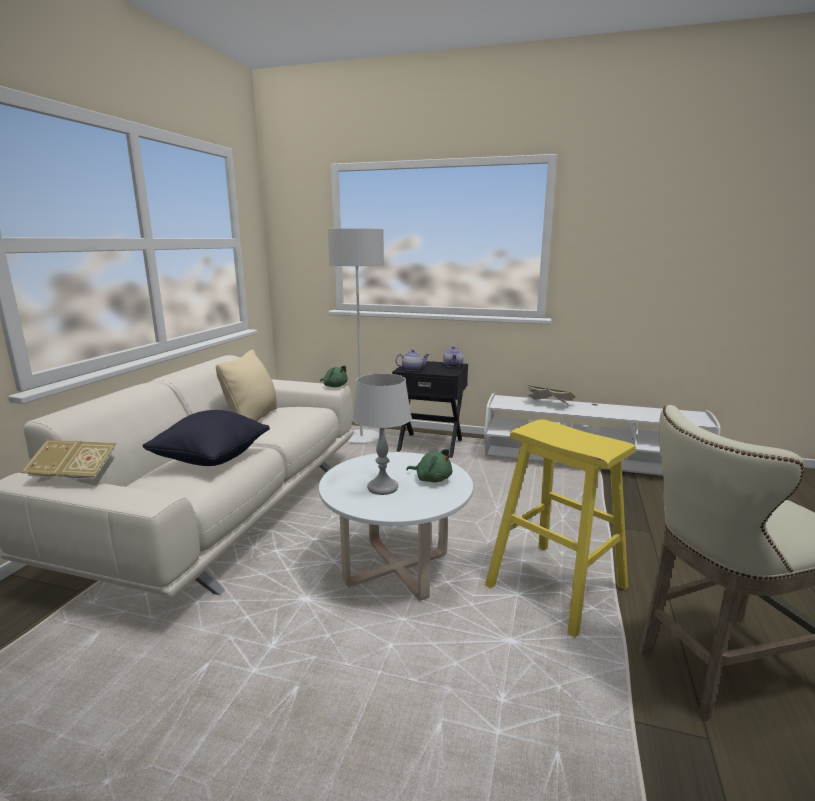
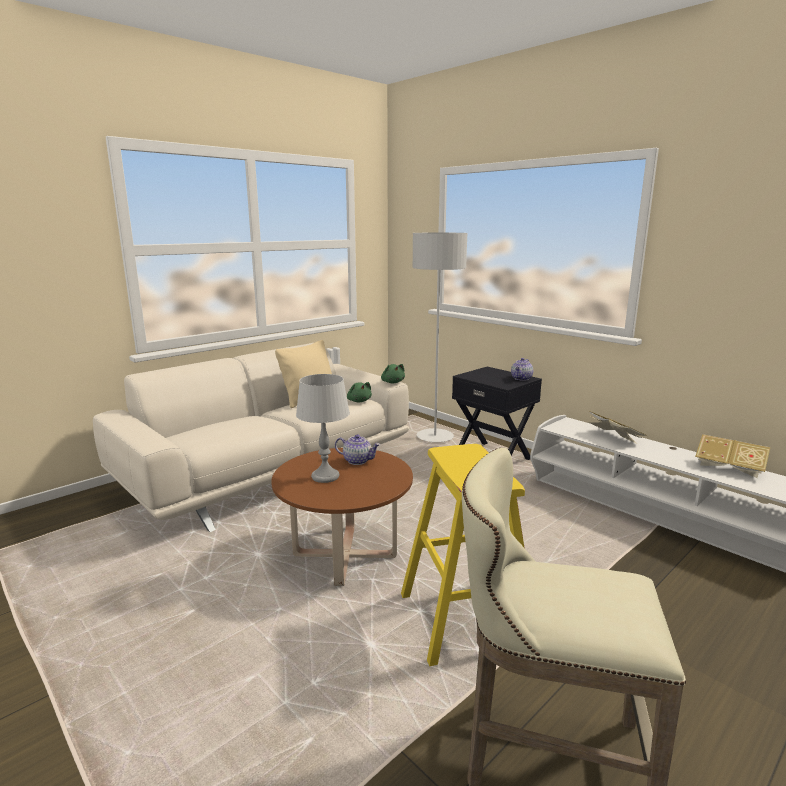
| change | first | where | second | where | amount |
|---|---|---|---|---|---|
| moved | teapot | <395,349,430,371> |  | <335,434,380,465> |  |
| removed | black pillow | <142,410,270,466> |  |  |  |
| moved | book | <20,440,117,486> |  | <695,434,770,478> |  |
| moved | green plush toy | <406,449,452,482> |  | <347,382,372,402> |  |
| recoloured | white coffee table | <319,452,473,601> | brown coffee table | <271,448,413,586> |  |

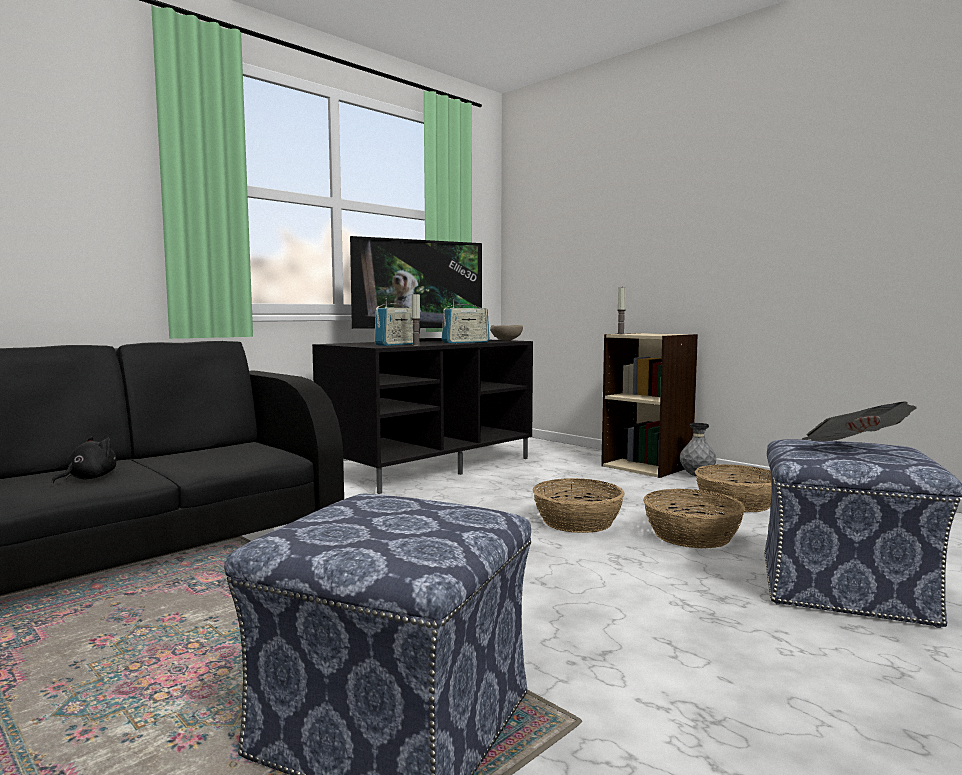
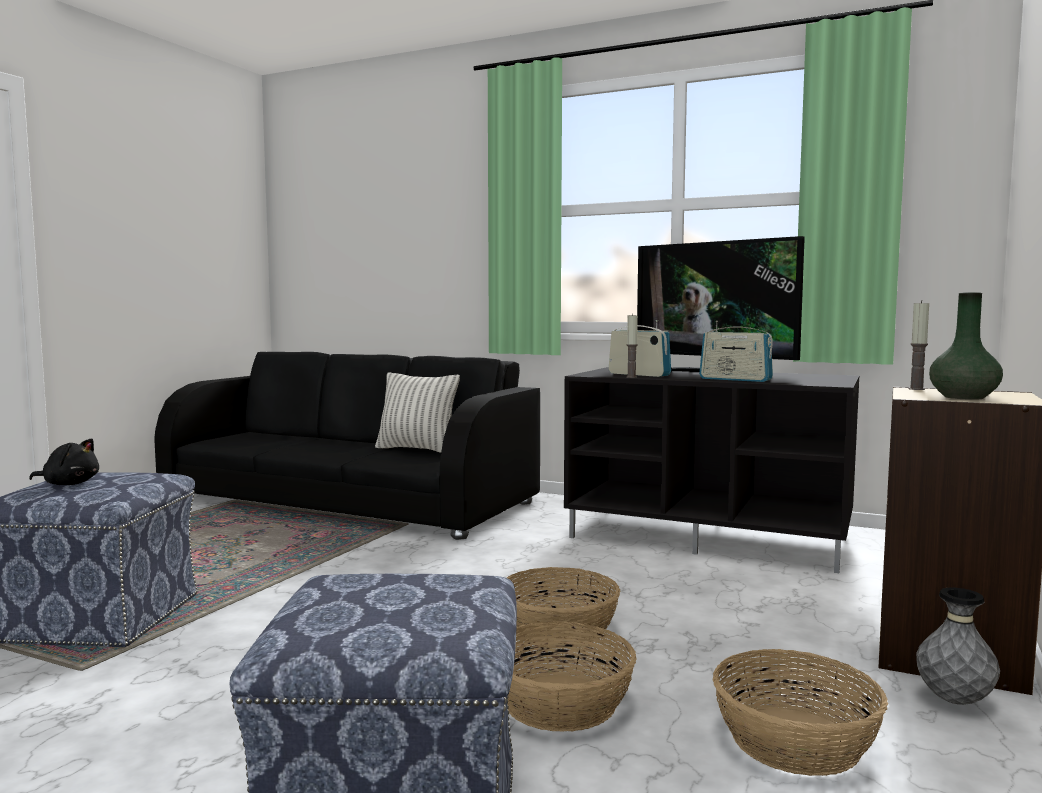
| change | first | where | second | where | amount |
|---|---|---|---|---|---|
| turned | radio | <375,299,413,346> |  | <609,320,671,377> | 150 degrees counterclockwise |
| removed | beige bowl | <490,325,523,341> |  |  |  |
| removed | newspaper | <802,401,917,441> |  |  |  |
| moved | black plush toy | <52,436,117,483> |  | <29,439,99,485> |  |
| added |  |  | green vase | <929,293,1003,400> |  |
| added |  |  | pillow | <375,372,460,453> |  |

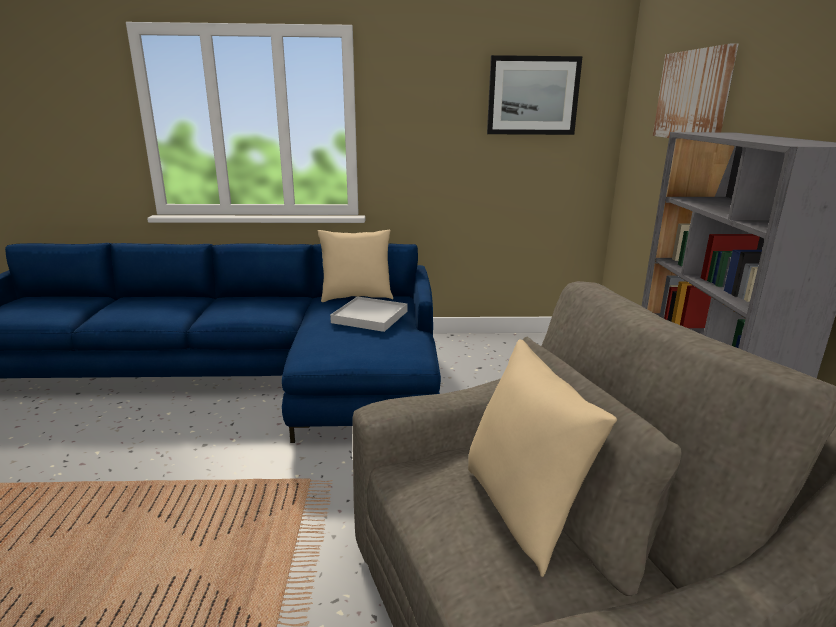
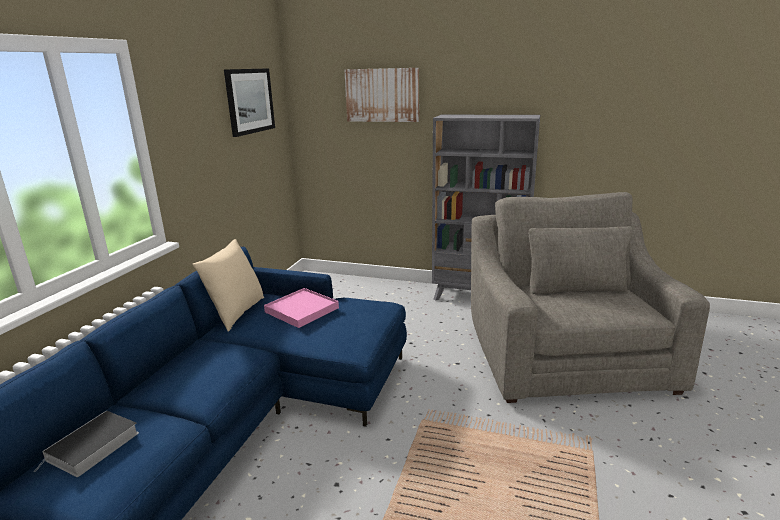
| change | first | where | second | where | amount |
|---|---|---|---|---|---|
| recoloured | white tray | <330,296,407,332> | pink tray | <264,288,339,328> |  |
| removed | beige pillow | <468,339,617,577> |  |  |  |
| added |  |  | book | <34,410,139,477> |  |

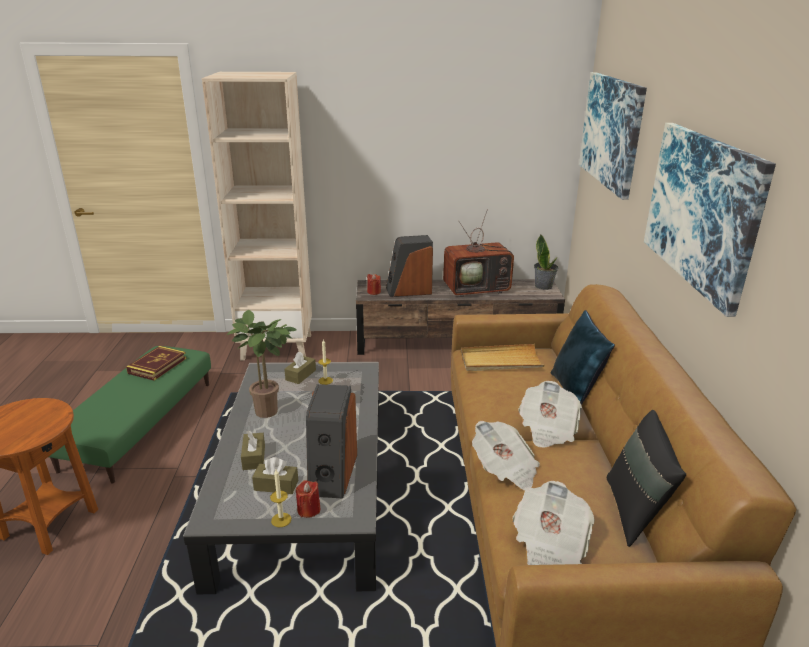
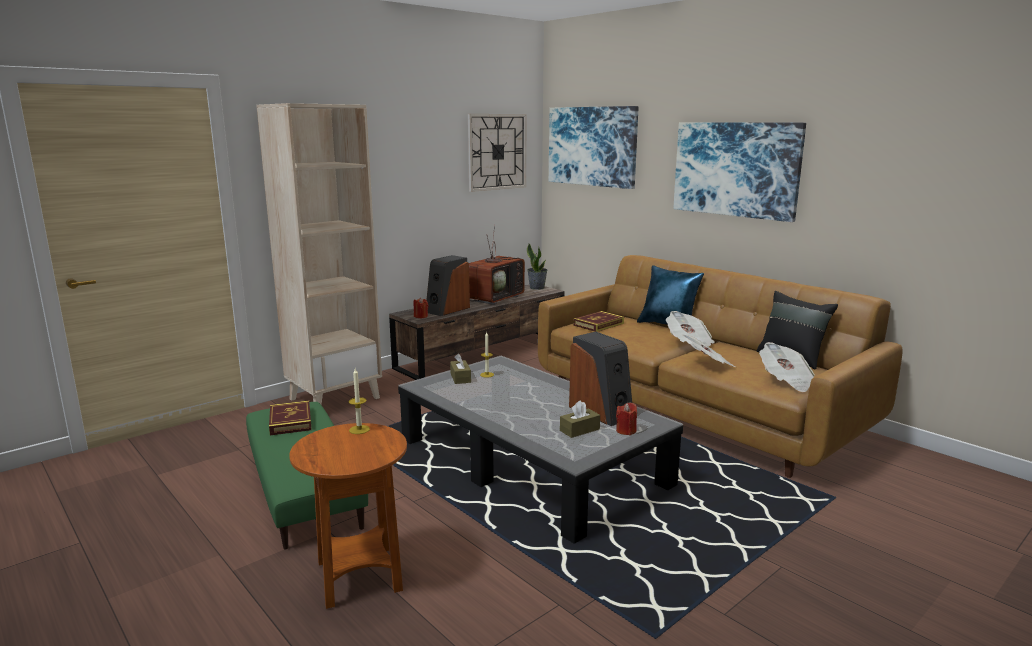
| change | first | where | second | where | amount |
|---|---|---|---|---|---|
| removed | potted plant | <227,310,297,418> |  |  |  |
| replaced | beige tray | <461,344,545,371> | book | <573,311,624,332> |  |
| removed | brown tissue box | <241,431,265,470> |  |  |  |
| moved | candle | <270,469,291,527> |  | <348,368,370,434> |  |
| added |  |  | wall clock | <468,114,526,192> |  |

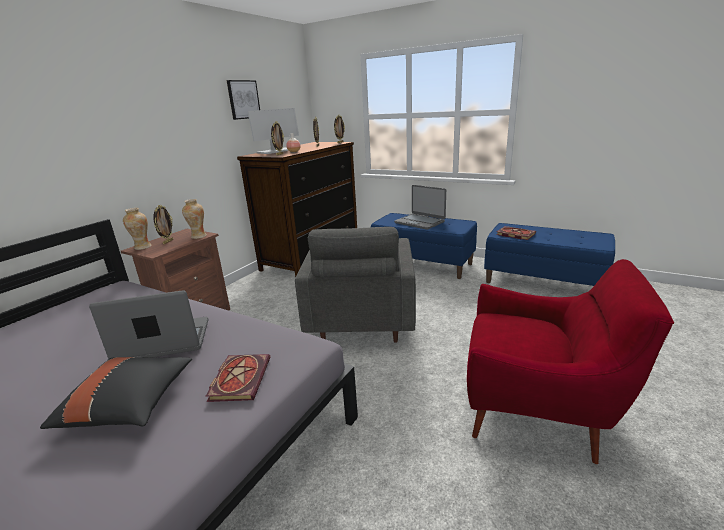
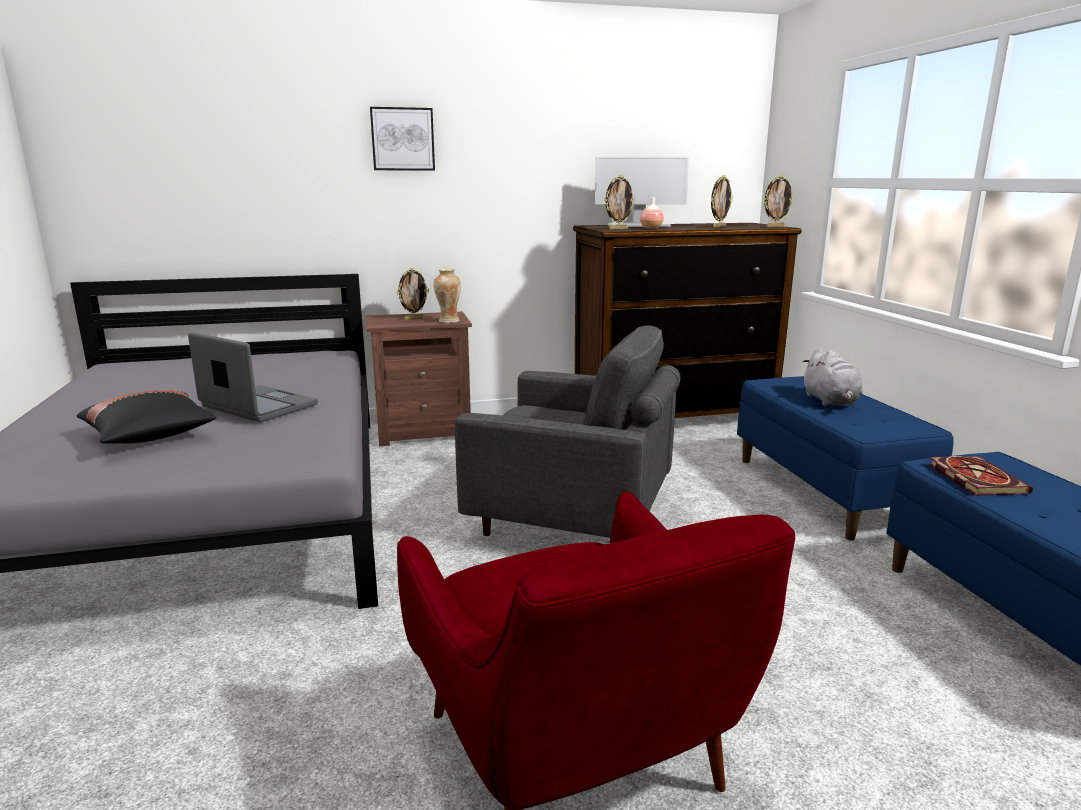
| change | first | where | second | where | amount |
|---|---|---|---|---|---|
| moved | picture | <227,80,260,120> |  | <370,107,435,170> |  |
| replaced | laptop | <394,185,446,230> | grey plush toy | <802,348,862,406> |  |
| removed | vase | <123,208,151,250> |  |  |  |
| turned | grey armchair | <295,227,416,343> |  | <455,326,680,538> | 120 degrees counterclockwise |
| removed | book | <205,354,270,402> |  |  |  |

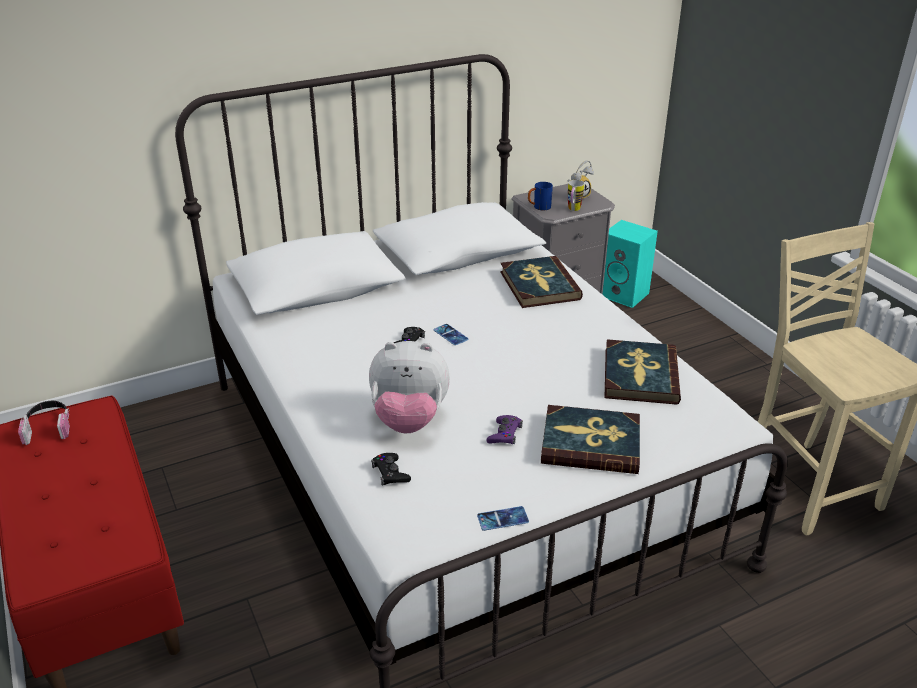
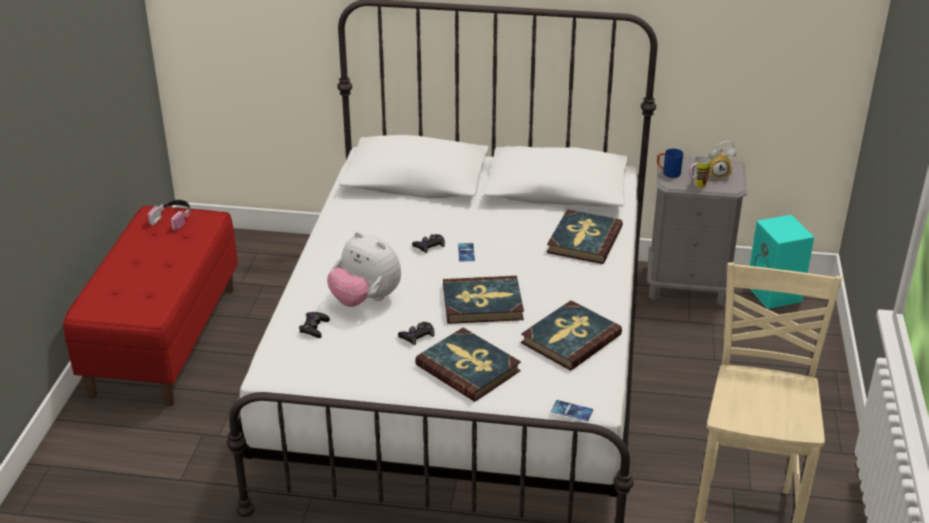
| change | first | where | second | where | amount |
|---|---|---|---|---|---|
| recoloured | purple game controller | <487,415,523,445> | black game controller | <398,322,435,345> |  |
| moved | phone | <477,506,529,531> |  | <551,400,594,421> |  |
| added |  |  | book | <443,276,524,324> |  |

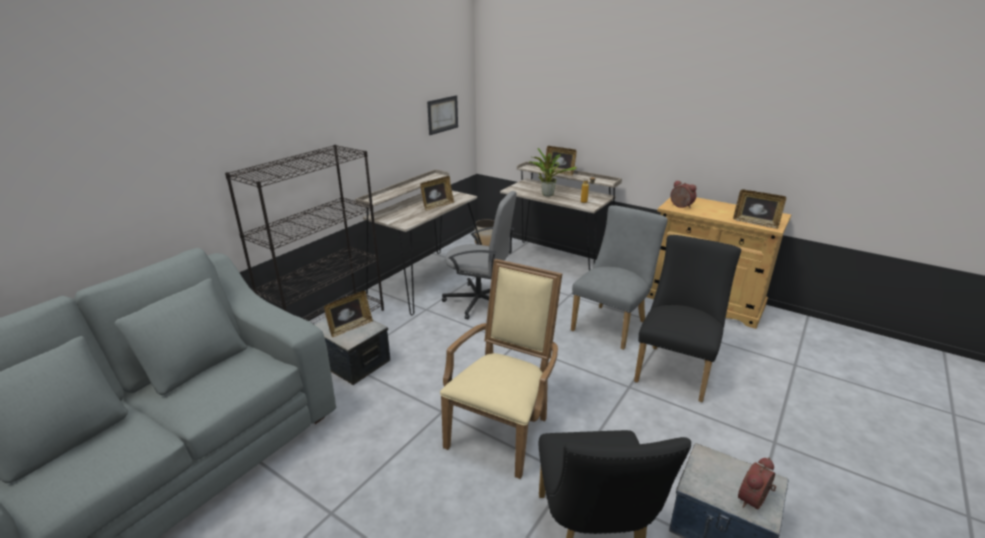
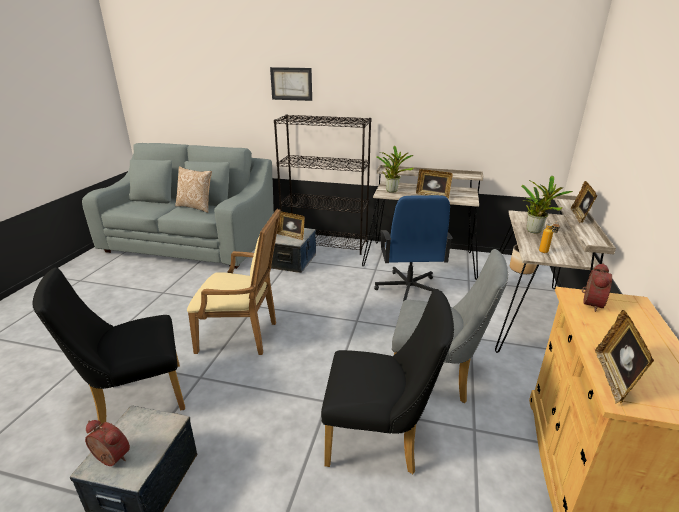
| change | first | where | second | where | amount |
|---|---|---|---|---|---|
| moved | picture | <427,95,458,135> |  | <270,67,312,101> |  |
| recoloured | grey office chair | <442,191,516,320> | blue office chair | <374,195,453,301> |  |
| added |  |  | potted plant | <376,146,414,193> |  |
| added |  |  | pillow | <175,166,212,213> |  |

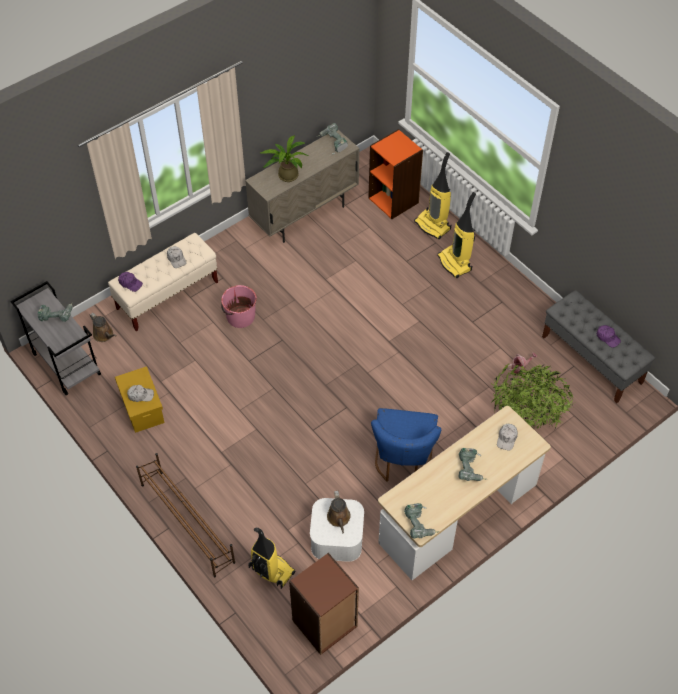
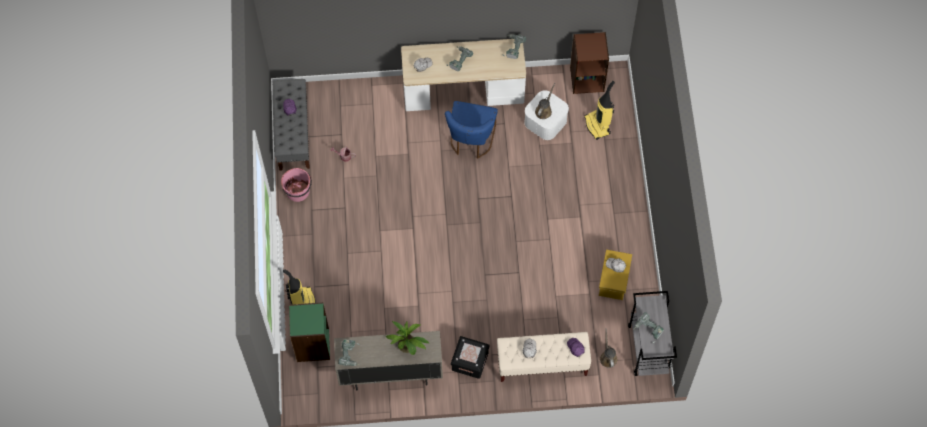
| change | first | where | second | where | amount |
|---|---|---|---|---|---|
| recoloured | orange bookcase | <368,129,423,219> | green bookcase | <289,302,330,362> |  |
| removed | vacuum cleaner | <438,192,476,278> |  |  |  |
| moved | pink bucket | <221,285,257,328> |  | <281,168,312,202> |  |
| removed | potted plant | <491,364,574,428> |  |  |  |
| turned | blue chair | <371,408,441,482> |  | <445,101,498,159> | 150 degrees clockwise |
| removed | brown shoe rack | <136,453,235,577> |  |  |  |
| added |  |  | black storage box | <451,336,490,379> |  |

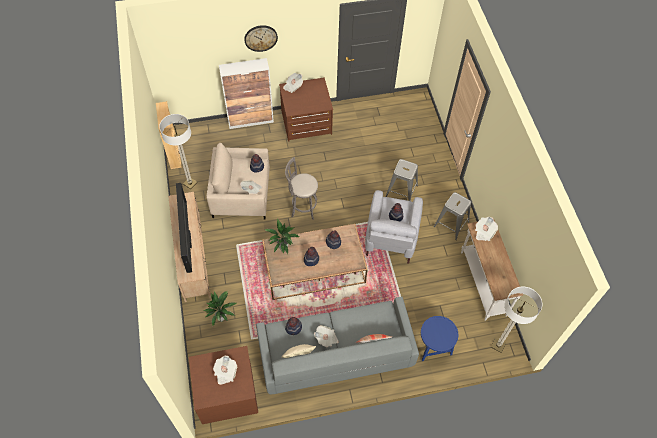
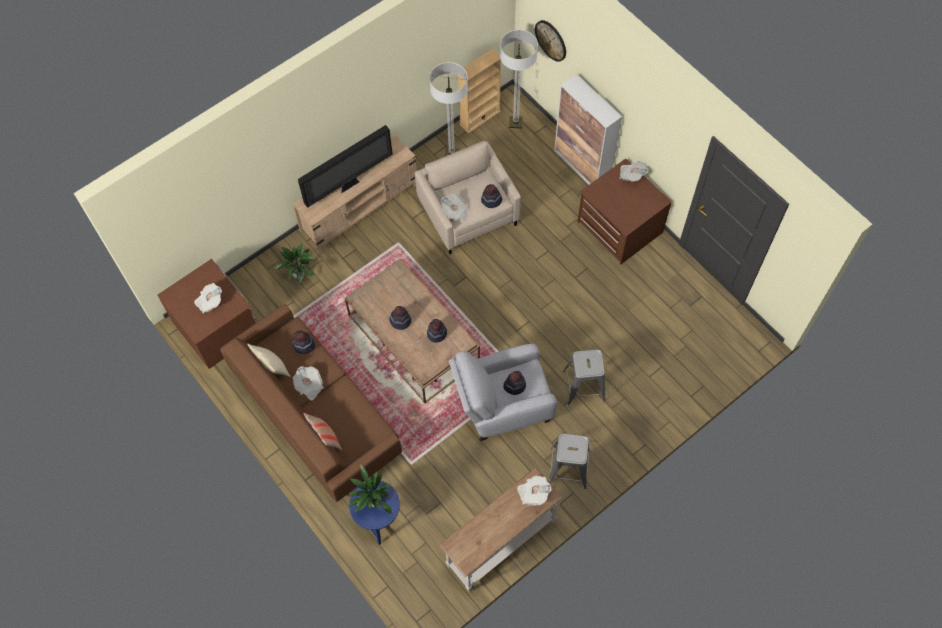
| change | first | where | second | where | amount |
|---|---|---|---|---|---|
| moved | wall clock | <244,25,278,52> |  | <535,20,566,62> |  |
| removed | grey stool | <285,157,318,220> |  |  |  |
| moved | potted plant | <265,219,299,254> |  | <348,465,393,514> |  |
| moved | floor lamp | <491,287,542,353> |  | <500,30,538,128> |  |
| recoloured | grey sofa | <256,296,419,394> | brown sofa | <220,304,402,502> |  |

